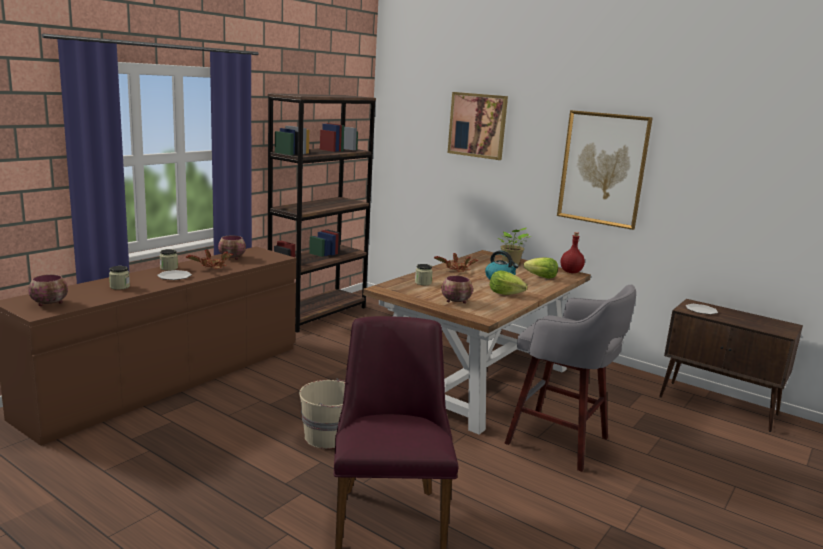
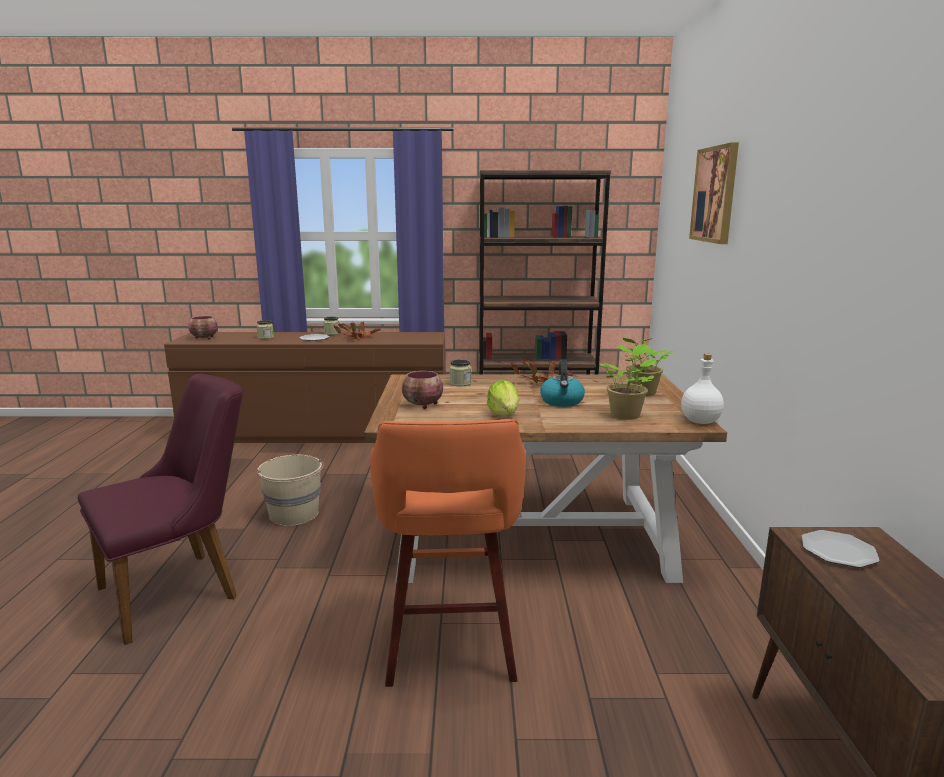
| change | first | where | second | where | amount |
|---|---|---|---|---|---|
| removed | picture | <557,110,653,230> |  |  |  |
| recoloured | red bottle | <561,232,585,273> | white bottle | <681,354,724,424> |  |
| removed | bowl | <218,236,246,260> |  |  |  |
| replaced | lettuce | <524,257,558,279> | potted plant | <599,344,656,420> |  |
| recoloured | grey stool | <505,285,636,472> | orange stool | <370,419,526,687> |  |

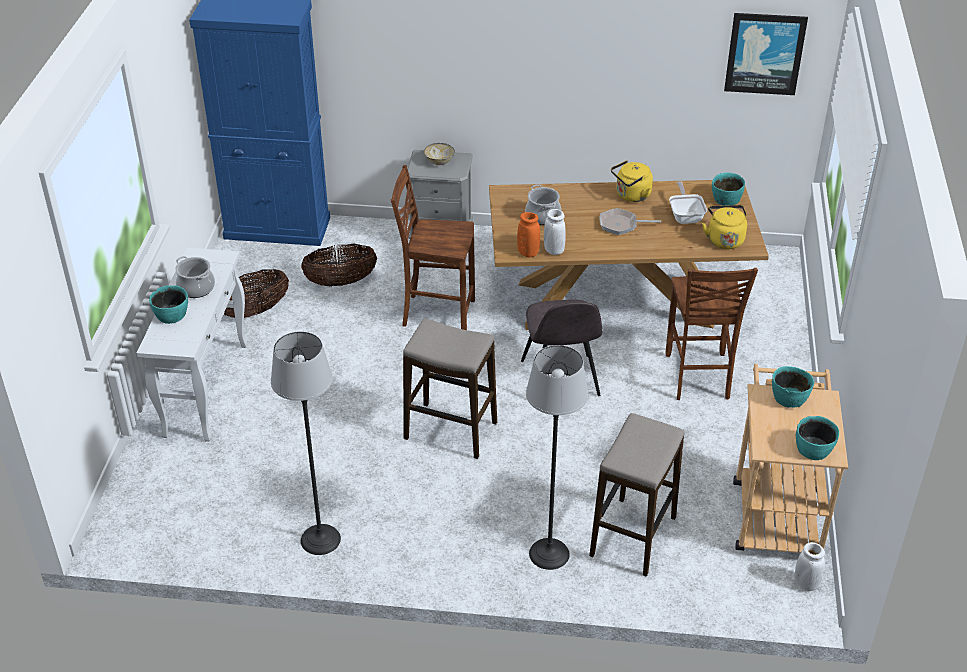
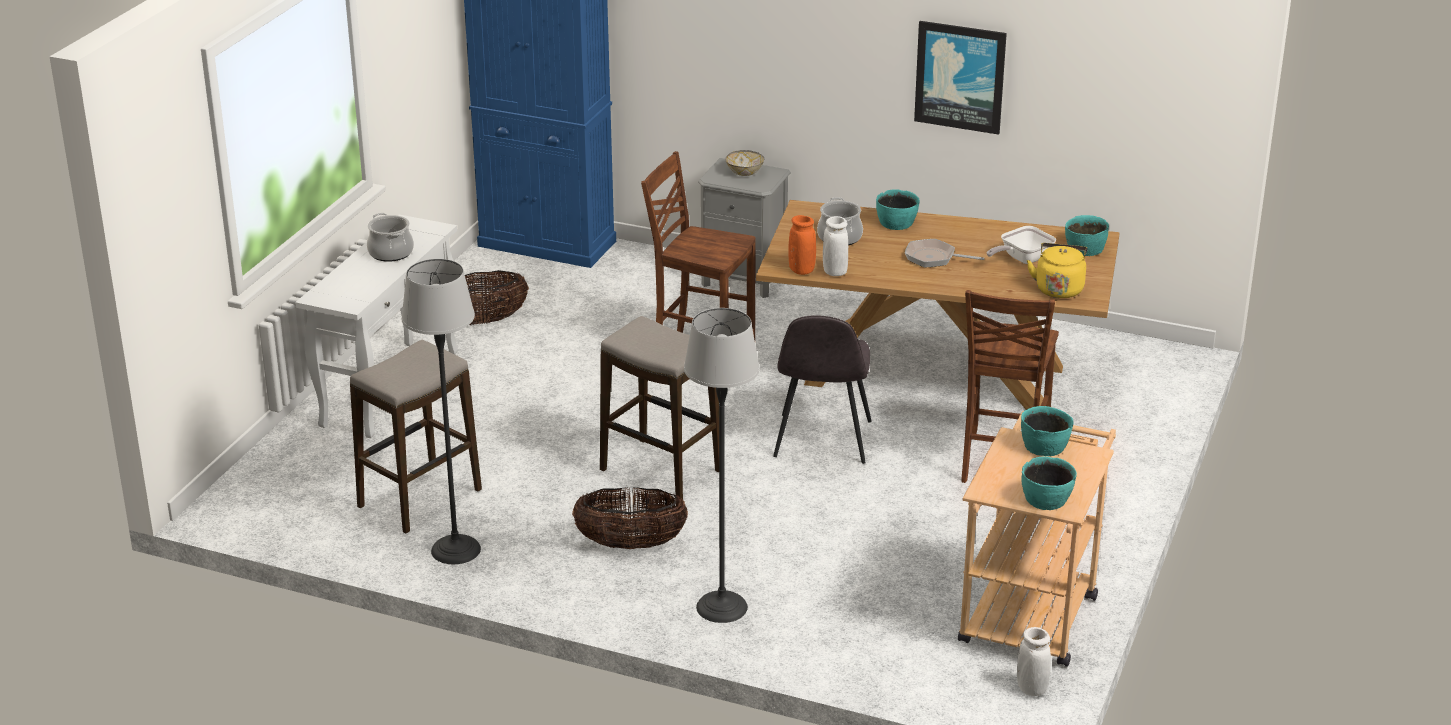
| change | first | where | second | where | amount |
|---|---|---|---|---|---|
| moved | picture | <724,13,808,95> |  | <914,21,1007,135> |  |
| removed | yellow kettle | <611,160,653,202> |  |  |  |
| turned | frying pan | <669,181,707,224> |  | <987,226,1056,264> | 135 degrees counterclockwise |
| moved | basket | <301,244,377,286> |  | <572,487,688,549> |  |
| moved | turquoise bowl | <149,285,188,324> |  | <876,189,920,230> |  |
| moved | stool | <589,413,685,577> |  | <350,340,482,533> |  |

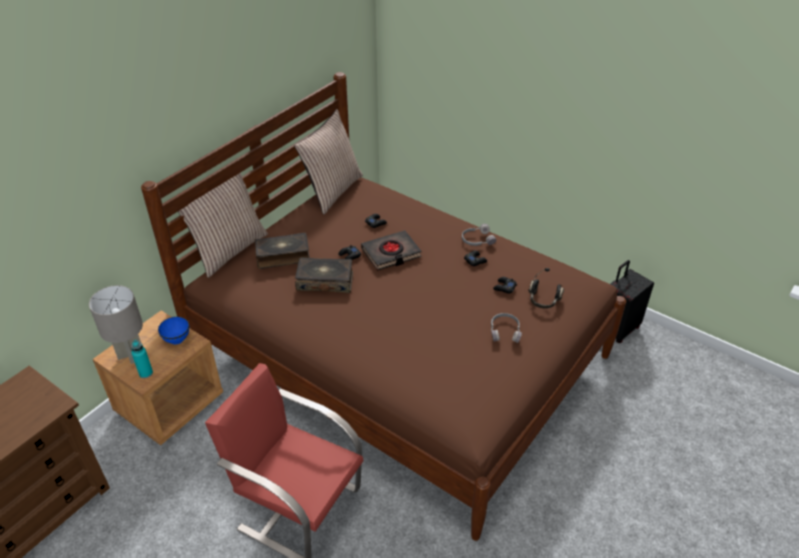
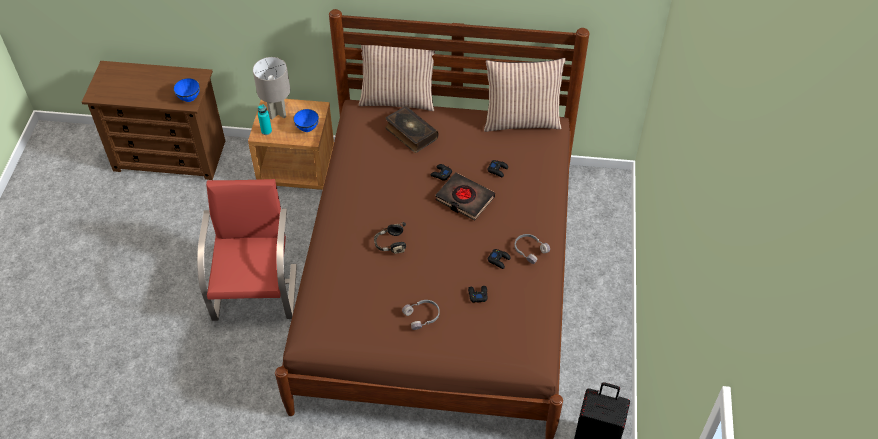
| change | first | where | second | where | amount |
|---|---|---|---|---|---|
| removed | book | <295,258,353,293> |  |  |  |
| moved | black headphones | <528,268,564,309> |  | <374,222,406,254> |  |
| added |  |  | blue bowl | <173,78,200,102> |  |

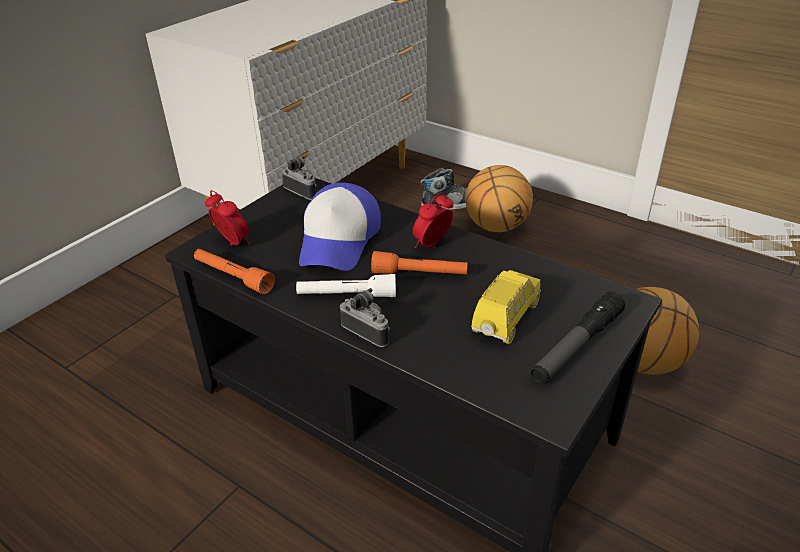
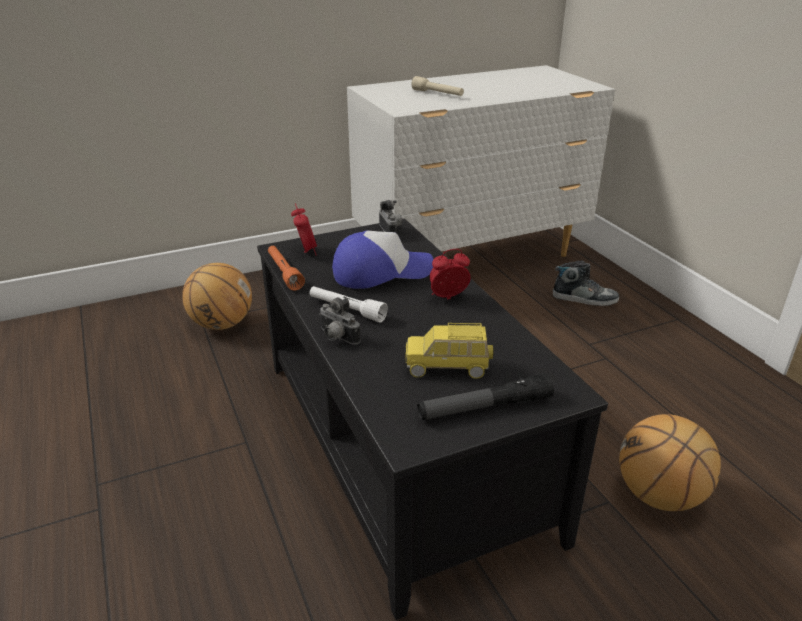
| change | first | where | second | where | amount |
|---|---|---|---|---|---|
| moved | basketball | <465,165,533,232> |  | <182,263,252,330> |  |
| turned | cap | <299,183,381,271> |  | <332,231,433,289> | 150 degrees counterclockwise |
| removed | orange flashlight | <371,251,468,275> |  |  |  |
| turned | yellow toy car | <471,270,541,344> |  | <405,323,493,379> | 150 degrees counterclockwise |
| turned | photo camera | <340,288,390,347> |  | <319,297,361,345> | 150 degrees clockwise |
| added |  |  | beige flashlight | <411,76,464,96> |  |

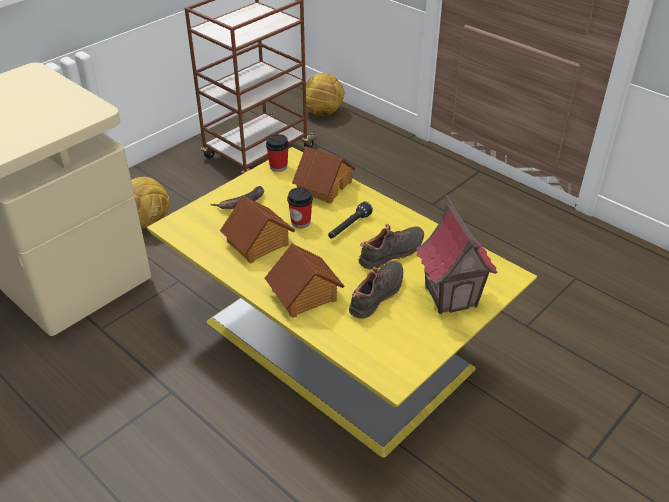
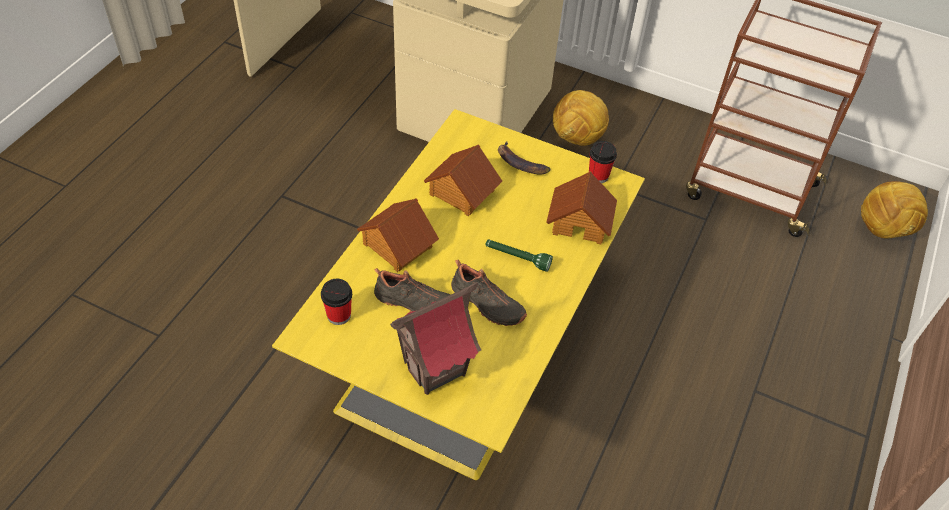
| change | first | where | second | where | amount |
|---|---|---|---|---|---|
| moved | cup | <287,187,313,228> |  | <321,279,352,325> |  |
| recoloured | black flashlight | <328,201,373,239> | green flashlight | <486,240,553,272> |  |

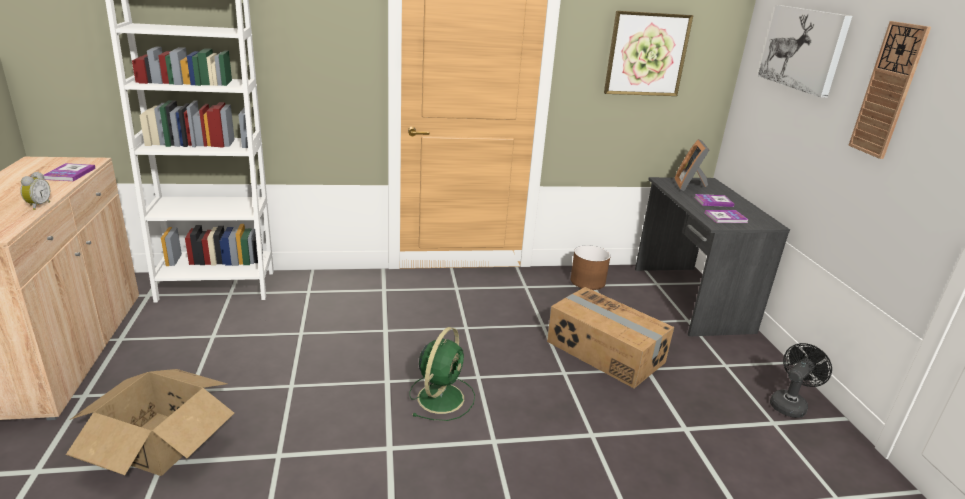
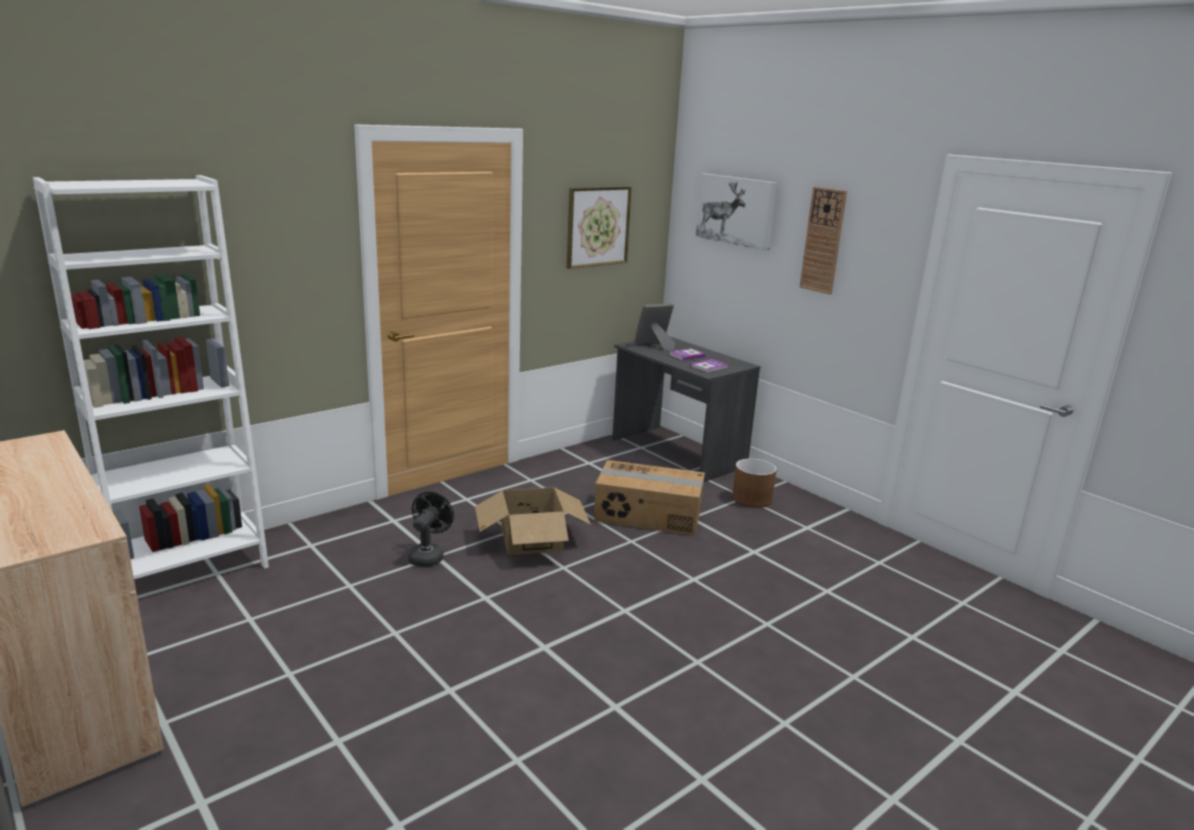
| change | first | where | second | where | amount |
|---|---|---|---|---|---|
| turned | picture frame | <674,139,709,191> |  | <635,303,675,350> | 90 degrees clockwise |
| removed | book | <43,163,96,181> |  |  |  |
| removed | alarm clock | <20,172,50,210> |  |  |  |
| moved | brown planter | <570,245,611,290> |  | <732,458,777,508> |  |
| removed | green fan | <409,327,475,421> |  |  |  |
| moved | black fan | <770,343,832,418> |  | <408,491,454,567> |  |
| moved | cardboard box | <66,369,234,476> |  | <475,487,591,555> |  |

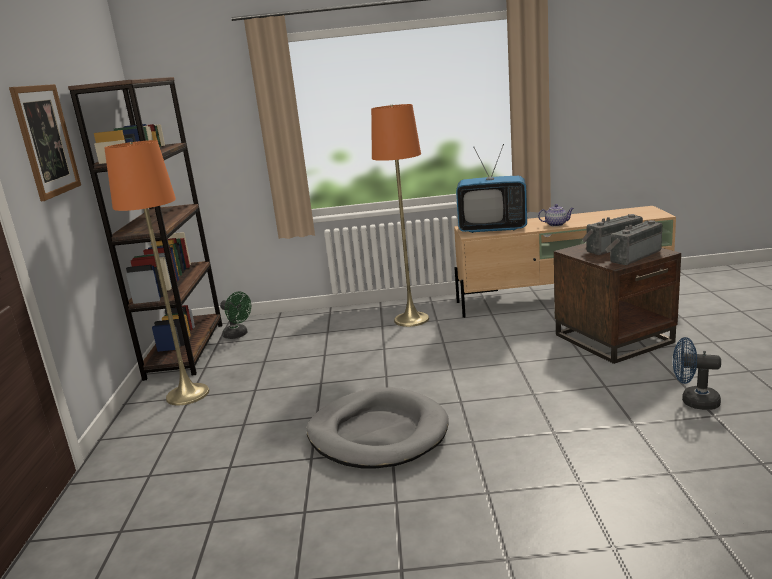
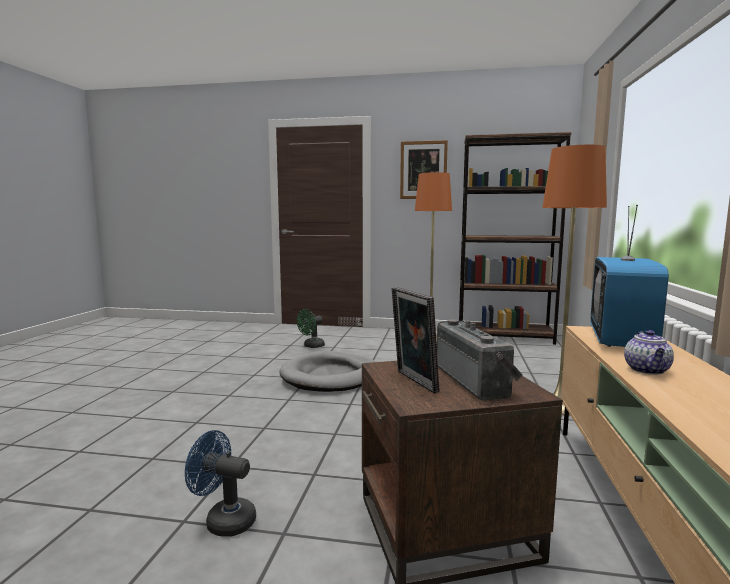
| change | first | where | second | where | amount |
|---|---|---|---|---|---|
| replaced | radio | <605,220,662,265> | picture frame | <392,287,439,393> |  |
| moved | green fan | <220,292,251,339> |  | <297,309,325,348> |  |
| turned | blue fan | <673,337,721,410> |  | <185,430,256,537> | 105 degrees counterclockwise |

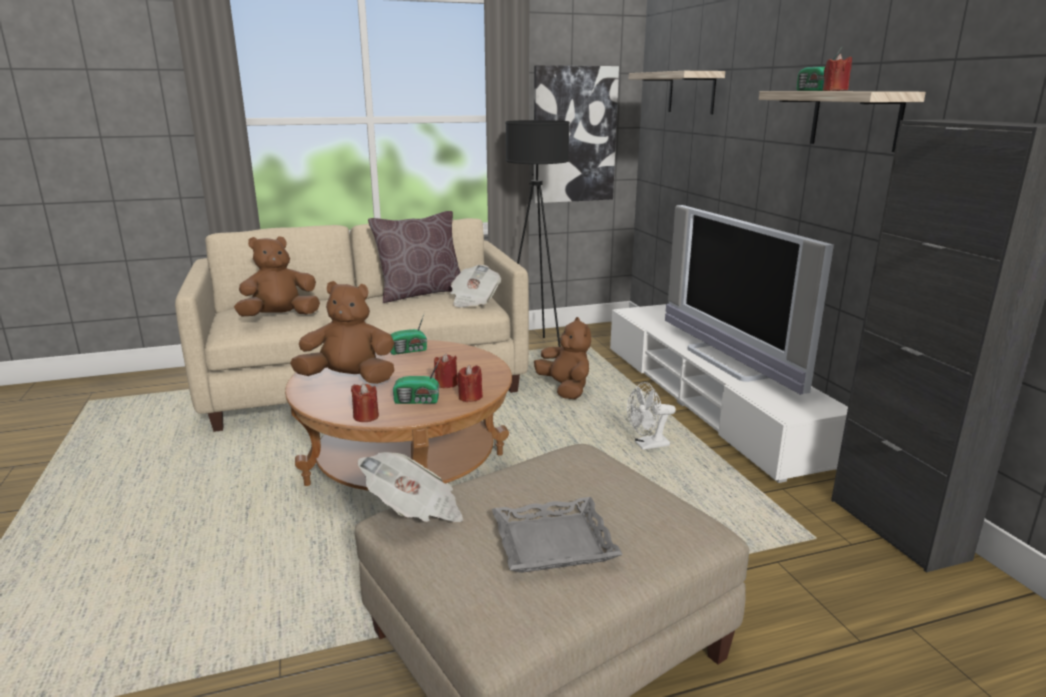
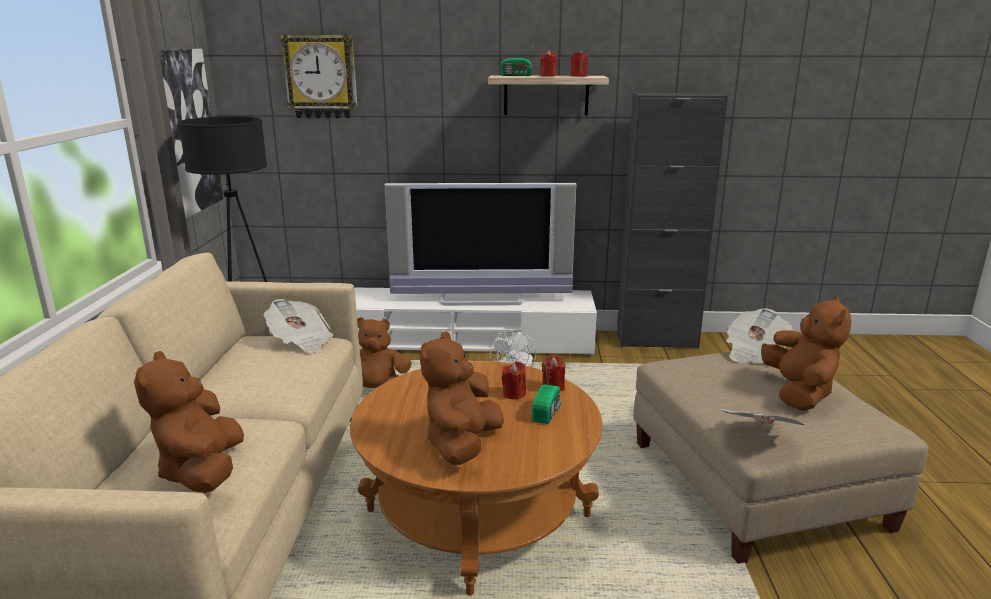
| change | first | where | second | where | amount |
|---|---|---|---|---|---|
| replaced | shelf | <629,71,725,114> | wall clock | <280,35,358,118> |  |
| removed | brown pillow | <368,211,460,303> |  |  |  |
| removed | radio | <390,312,427,355> |  |  |  |
| moved | red candle | <351,384,379,422> |  | <570,50,588,77> |  |
| replaced | grey tray | <492,497,623,573> | brown plush toy | <761,296,851,411> |  |
| added |  |  | newspaper | <726,308,793,363> |  |

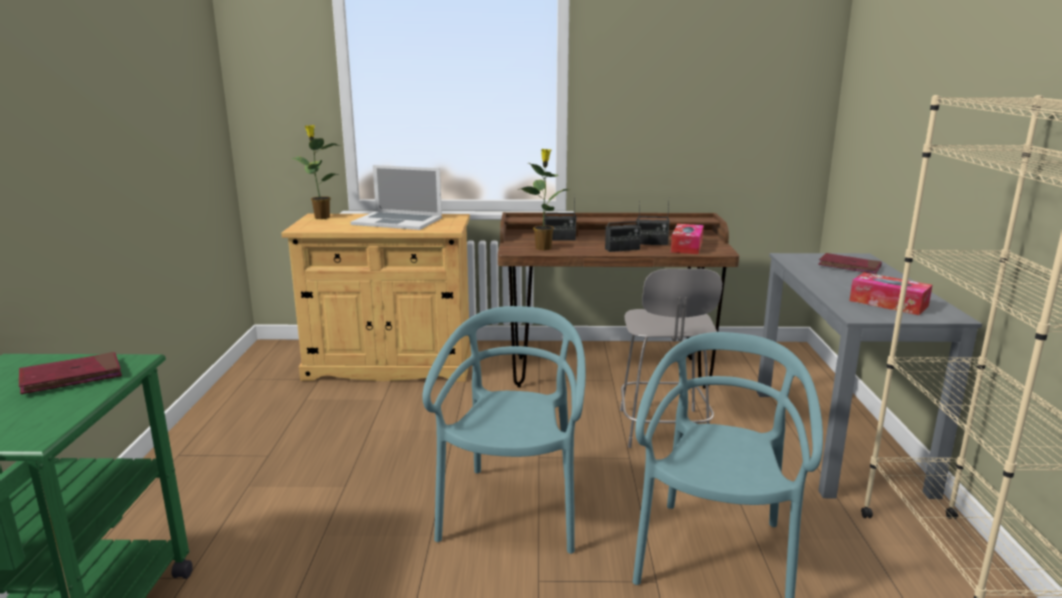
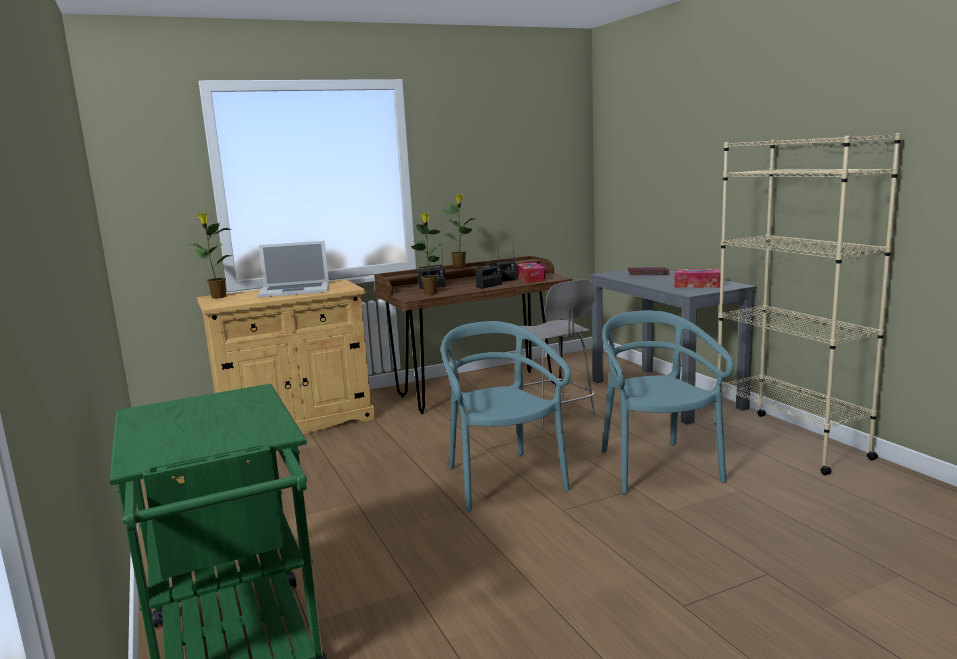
| change | first | where | second | where | amount |
|---|---|---|---|---|---|
| removed | red book | <19,352,122,394> |  |  |  |
| added |  |  | potted plant | <437,194,474,269> |  |

